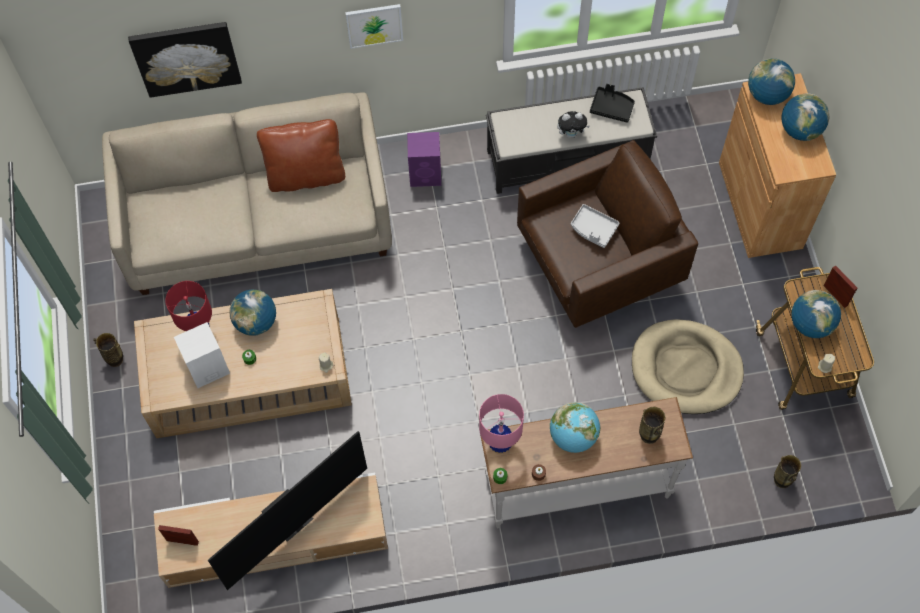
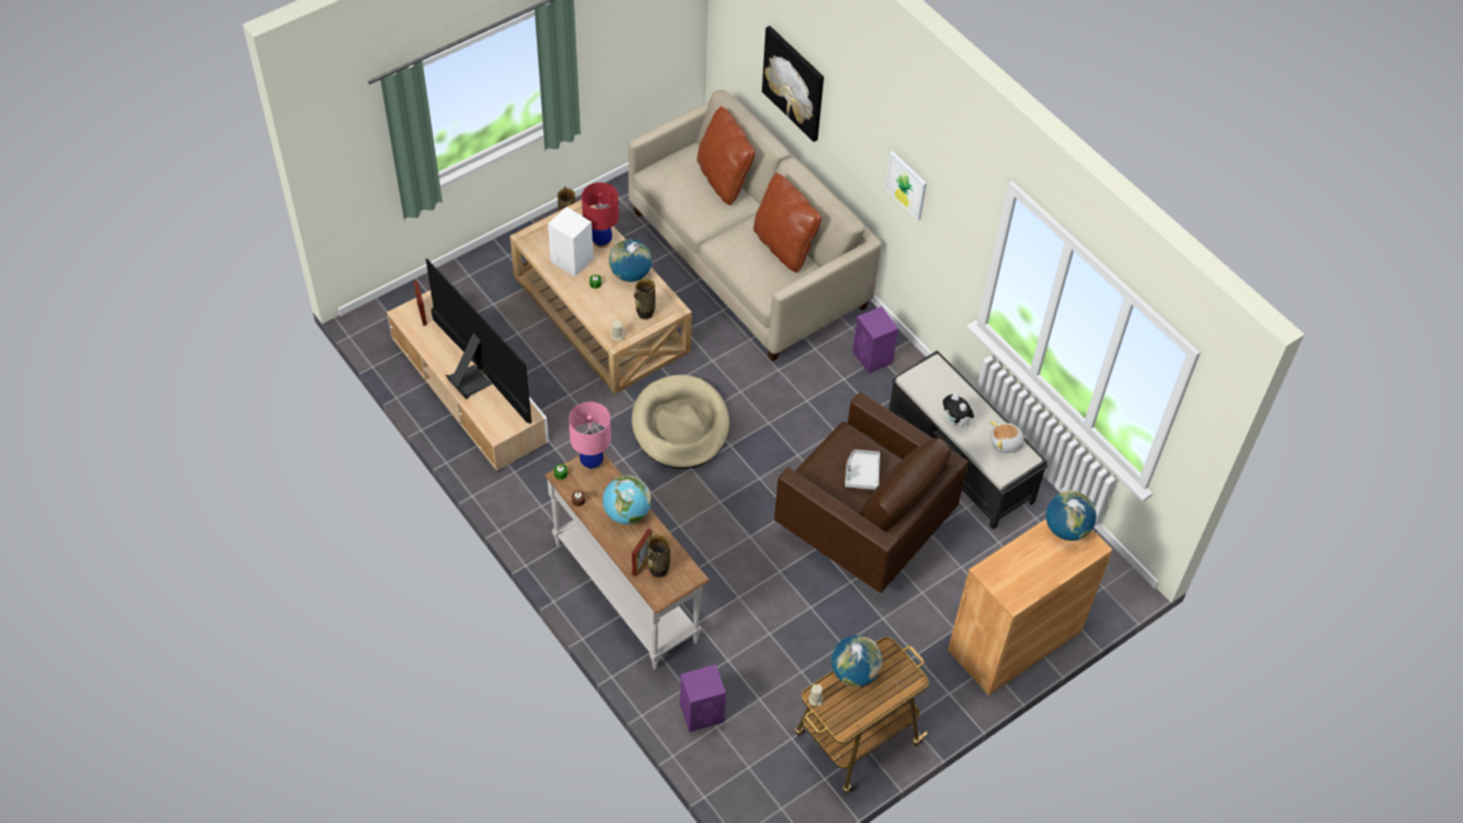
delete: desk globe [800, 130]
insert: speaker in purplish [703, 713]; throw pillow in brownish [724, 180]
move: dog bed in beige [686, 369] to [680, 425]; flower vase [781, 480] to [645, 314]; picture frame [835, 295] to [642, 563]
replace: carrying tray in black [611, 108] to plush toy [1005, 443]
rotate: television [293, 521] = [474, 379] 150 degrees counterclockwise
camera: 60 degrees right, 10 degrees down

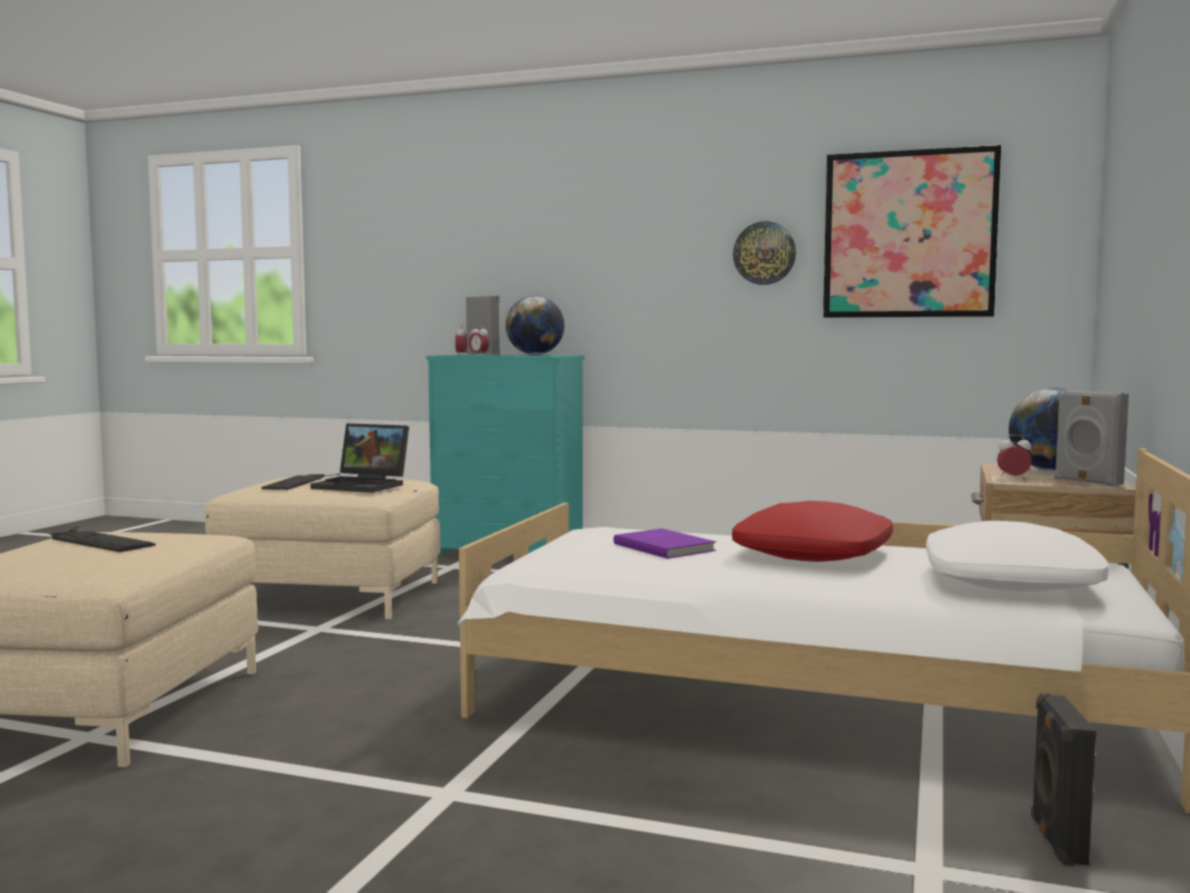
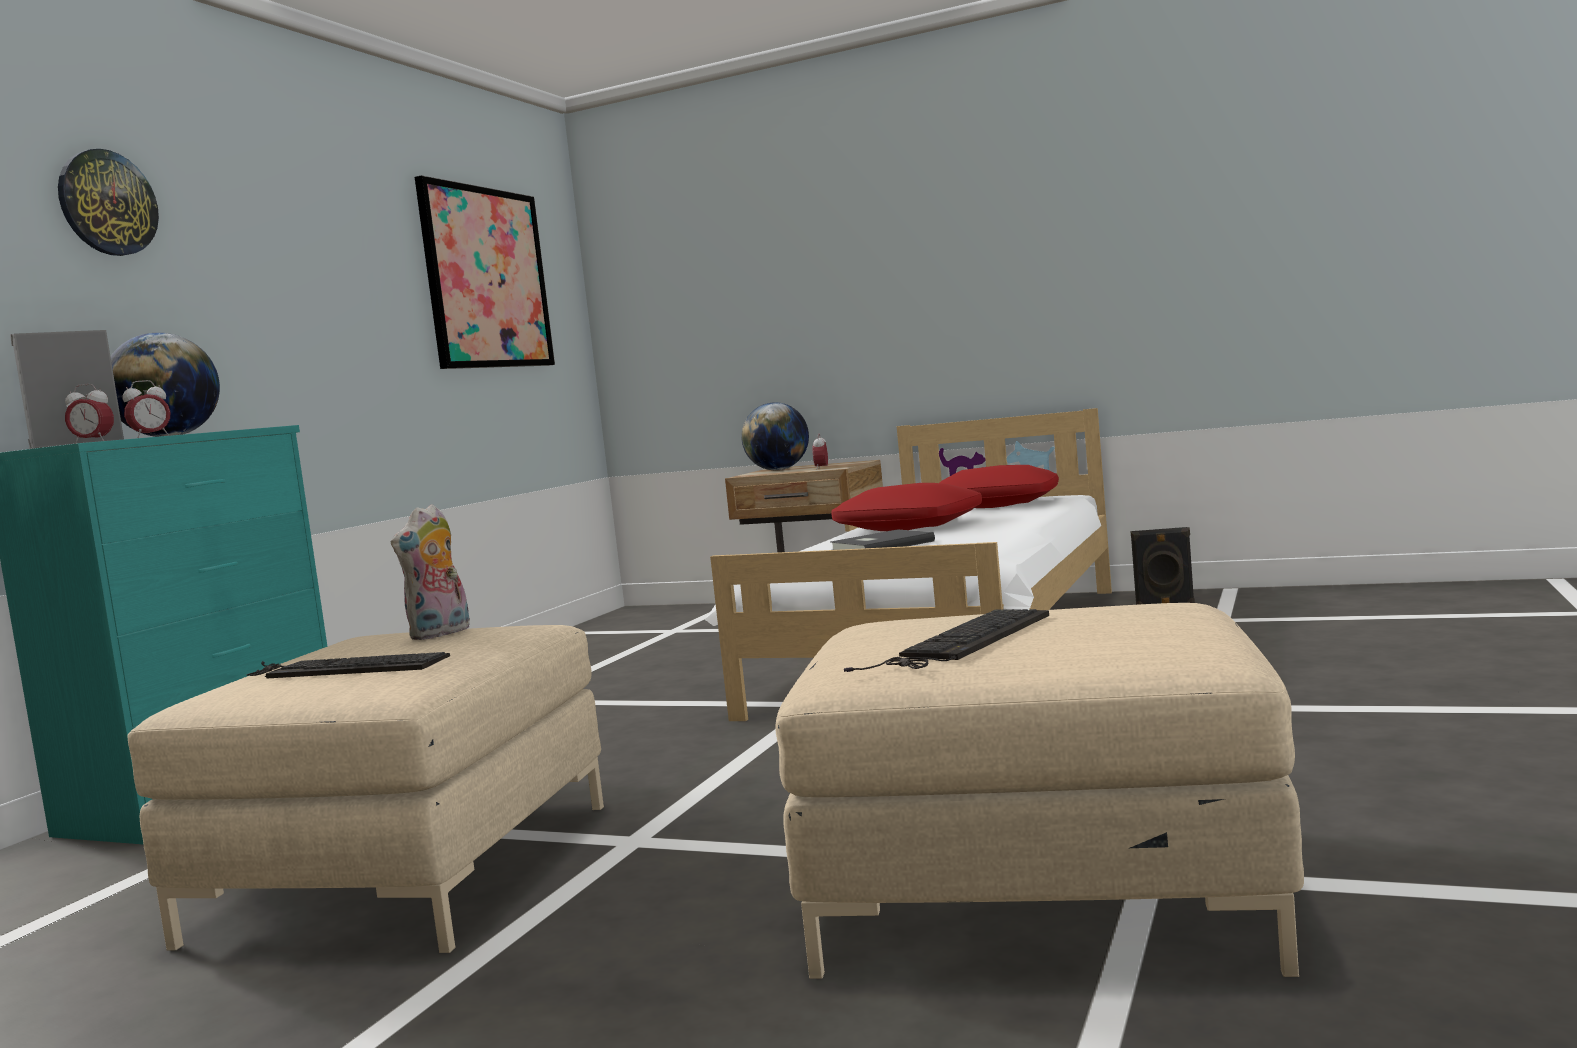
delete: speaker in gray [1086, 482]
move: clock on the wall [764, 253] to [107, 203]
replace: laptop [364, 485] to plush toy [441, 634]
recolor: bound book in purplish [665, 546] to bound book in gray [880, 546]; throw pillow in whitish [1012, 581] to throw pillow in red-coloured [997, 504]
camera: 85 degrees left, 0 degrees up

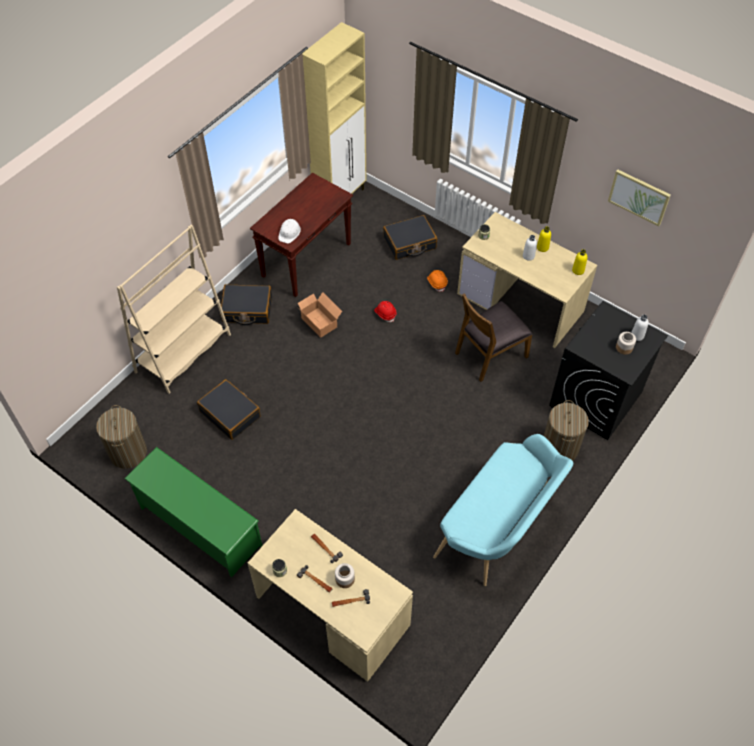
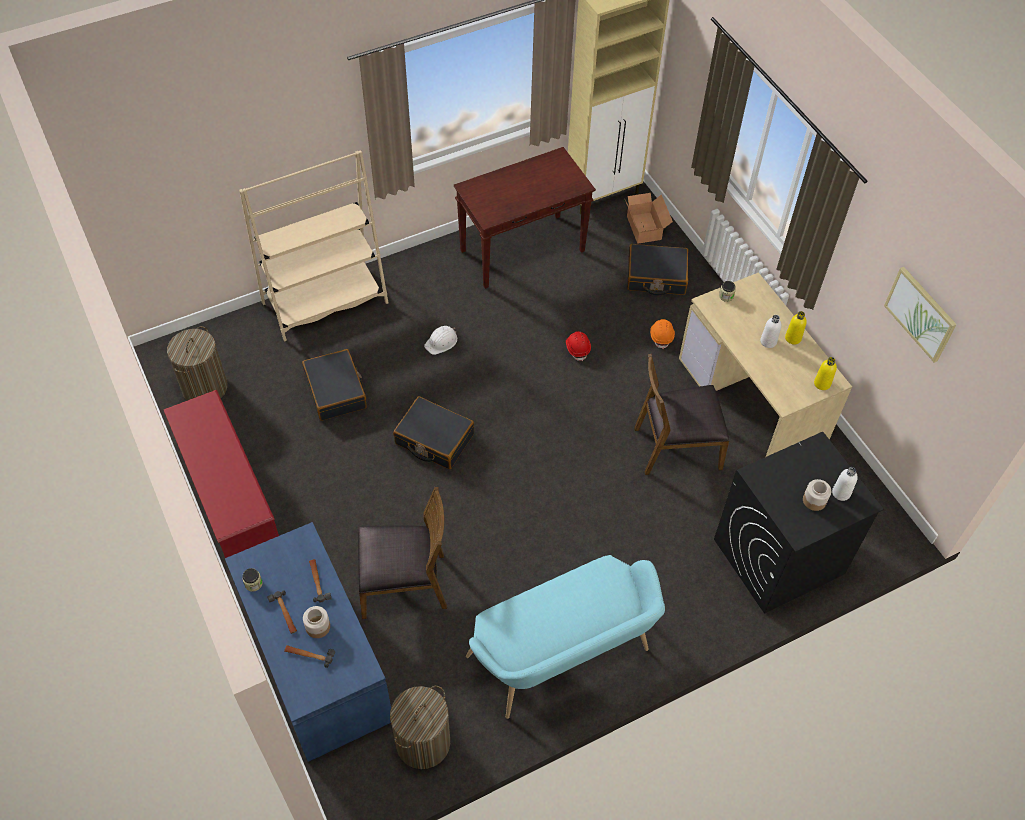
insert: chair in brownish [404, 583]
move: piece of luggage in black [247, 309] to [434, 439]; hard hat in whitish [289, 232] to [441, 342]; packing box [320, 321] to [645, 227]; washing basket [560, 448] to [423, 742]
recolor: shoe shelf in green [199, 526] to shoe shelf in red-coloured [231, 501]; desk in beige [331, 611] to desk in blue-coloured [315, 662]
camera: 25 degrees right, 0 degrees up

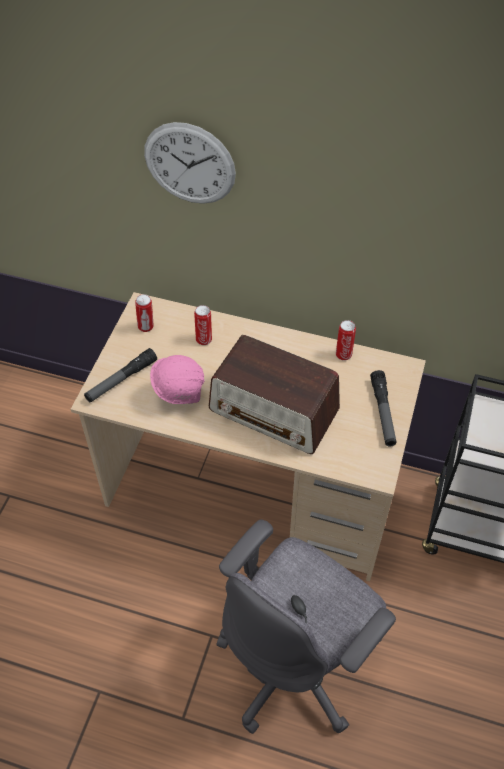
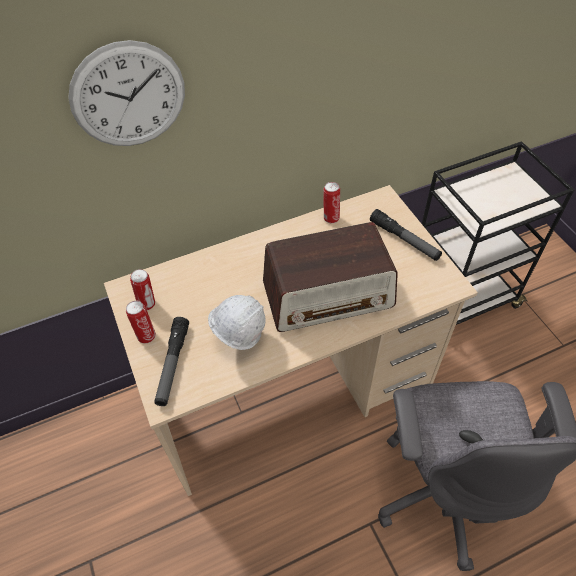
move: metal can [204, 339] to [146, 335]
recolor: hard hat in pinkish [180, 395] to hard hat in whitish [239, 338]
camera: 40 degrees left, 0 degrees up

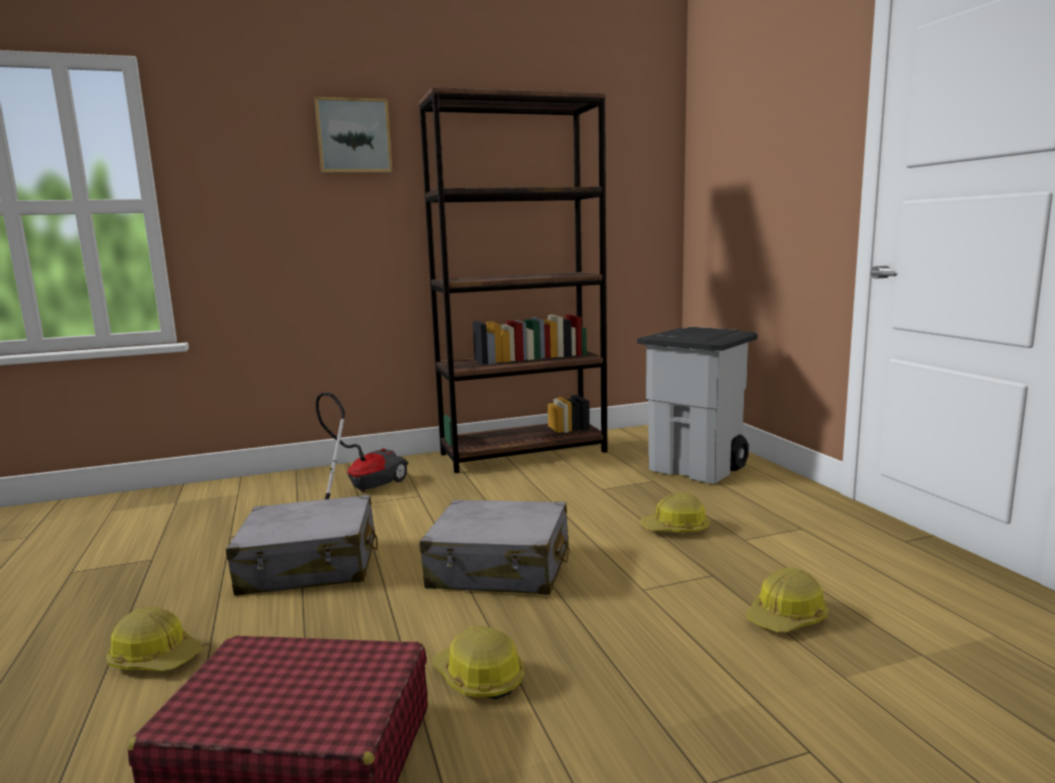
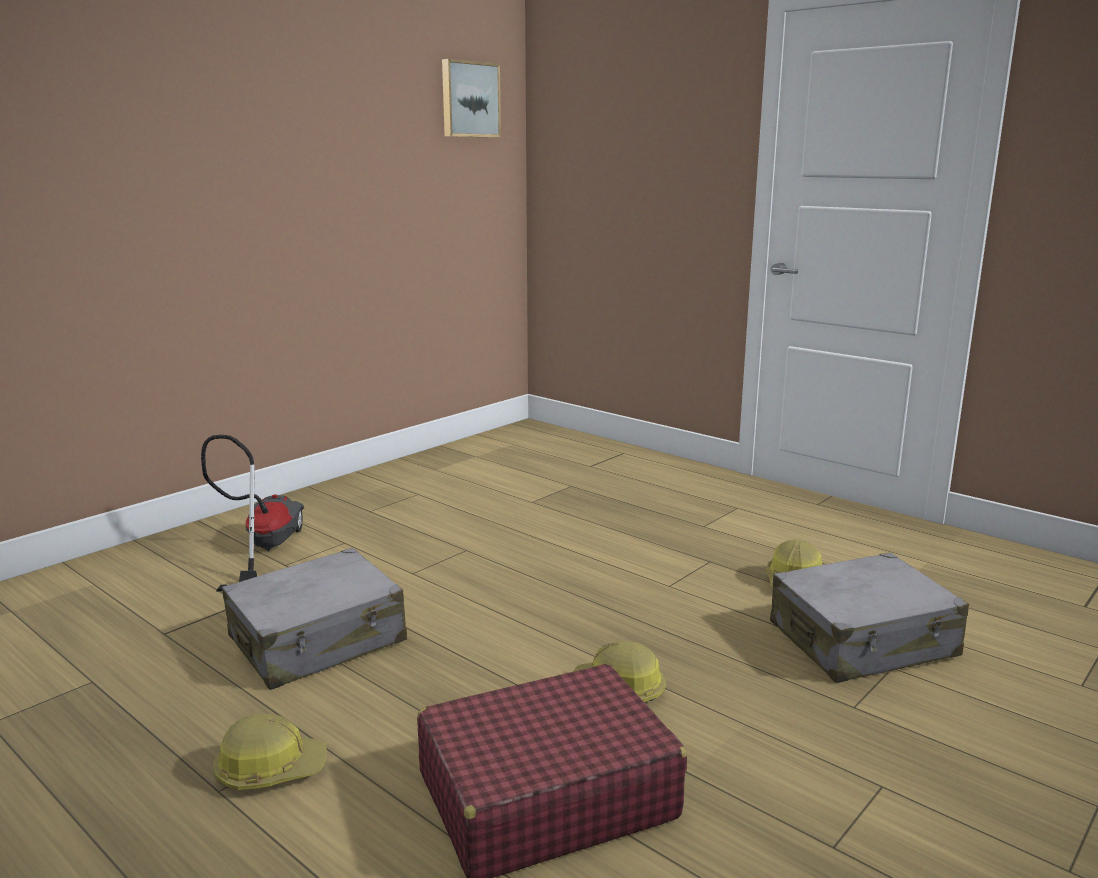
delete: shelving unit in brownish [523, 453]; trash can in gray [698, 468]; hard hat [676, 528]
move: wall art [353, 136] to [469, 99]; piece of luggage in gray [500, 568] to [863, 640]
camera: 30 degrees left, 5 degrees up

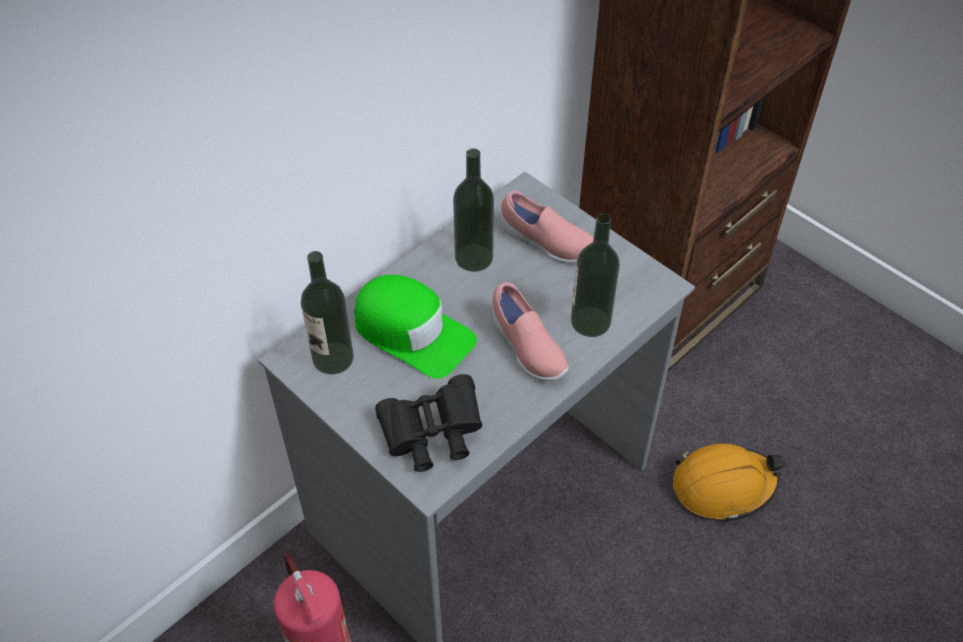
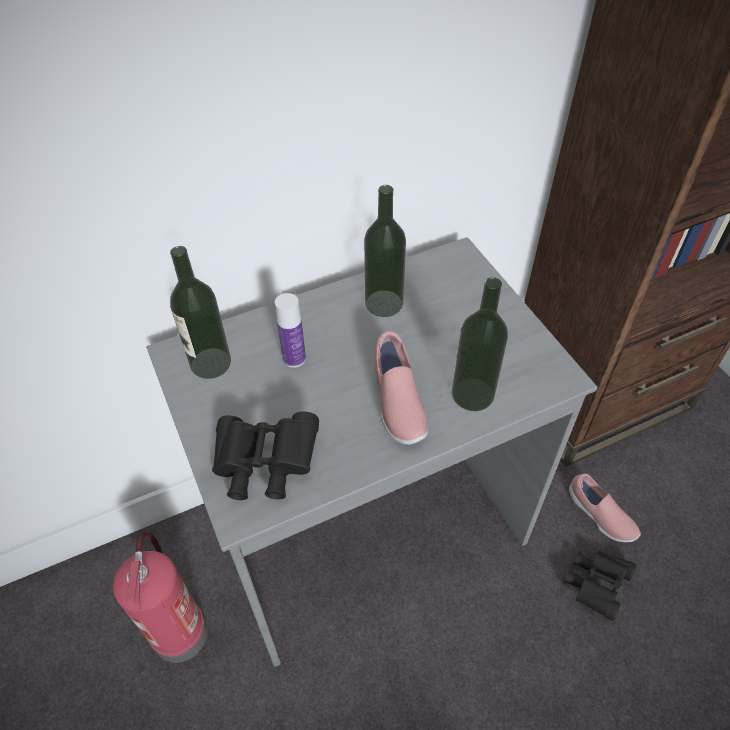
move: low shoe in pinkish [546, 243] to [599, 516]
replace: baseball cap in green [412, 332] to drink bottle [294, 358]; hard hat in orange-coloured [723, 486] to field glasses in black [596, 585]
camera: 20 degrees right, 0 degrees up

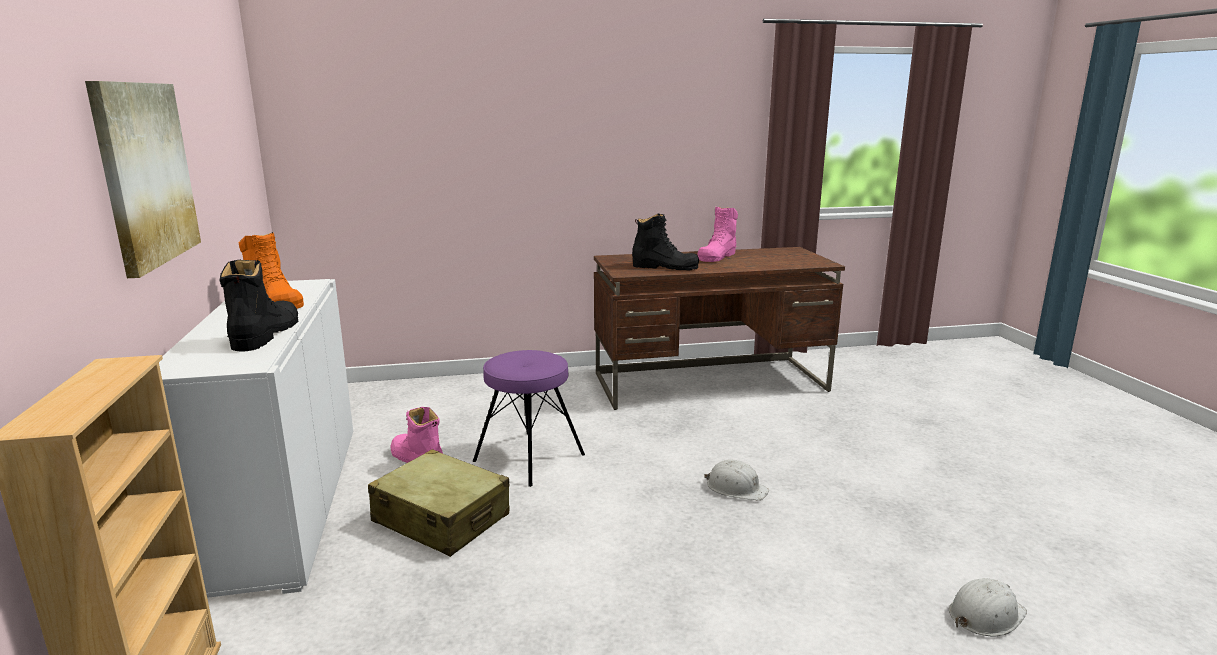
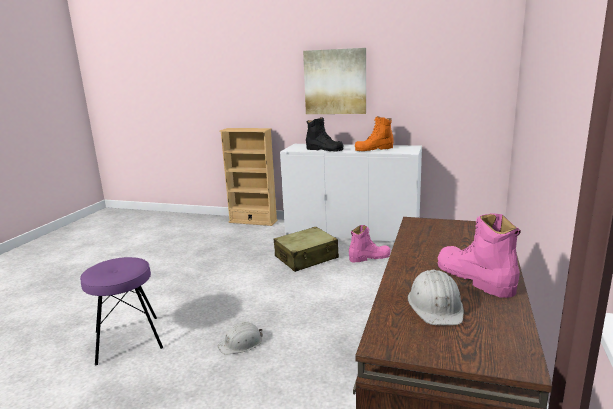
delete: boot in black [665, 267]
move: stool seat in purplish [529, 458] to [128, 339]; hard hat in whitish [985, 614] to [436, 306]
camera: 120 degrees right, 0 degrees up

